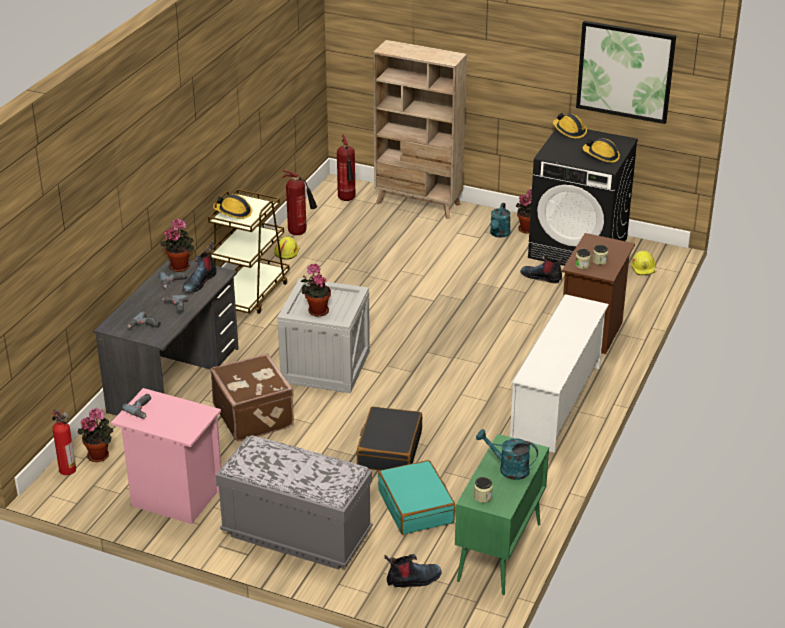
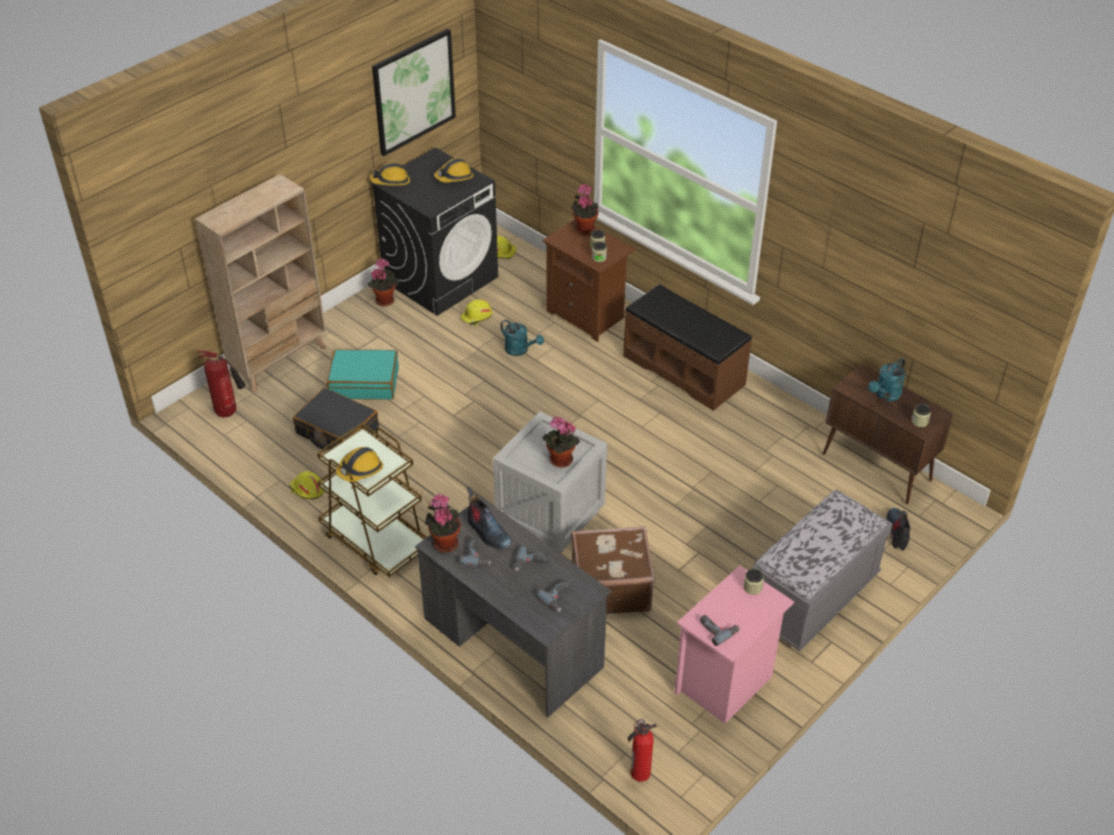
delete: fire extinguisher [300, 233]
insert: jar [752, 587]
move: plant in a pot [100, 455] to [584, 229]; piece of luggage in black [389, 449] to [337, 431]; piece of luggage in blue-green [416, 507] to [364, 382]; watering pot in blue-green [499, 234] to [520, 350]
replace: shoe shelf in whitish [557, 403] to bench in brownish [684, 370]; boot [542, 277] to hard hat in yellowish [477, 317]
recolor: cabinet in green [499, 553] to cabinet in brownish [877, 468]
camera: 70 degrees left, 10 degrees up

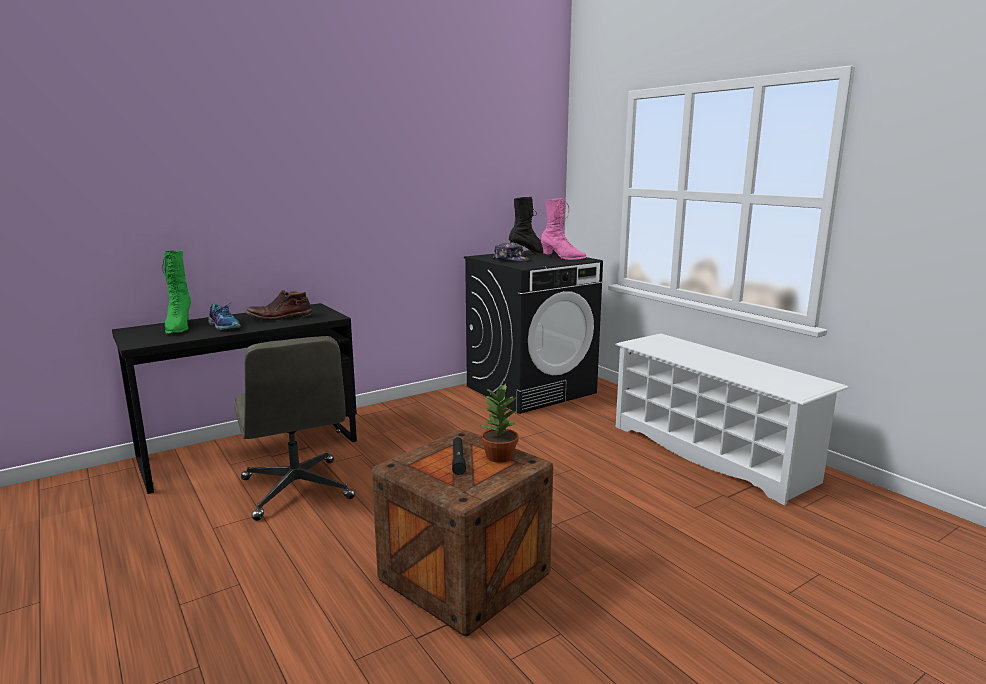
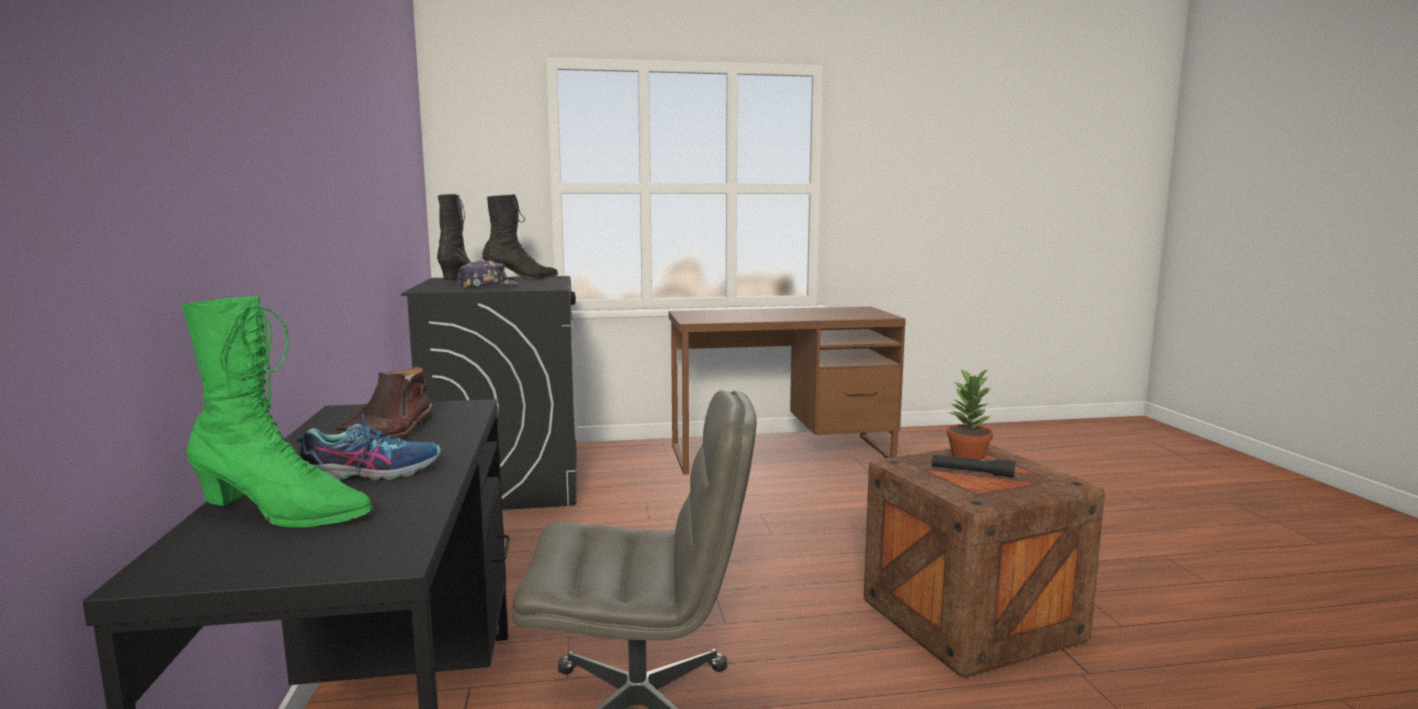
replace: shoe shelf in whitish [711, 453] to desk in brownish [781, 454]
recolor: boot in pinkish [562, 257] to boot in black [522, 279]
camera: 65 degrees left, 5 degrees down

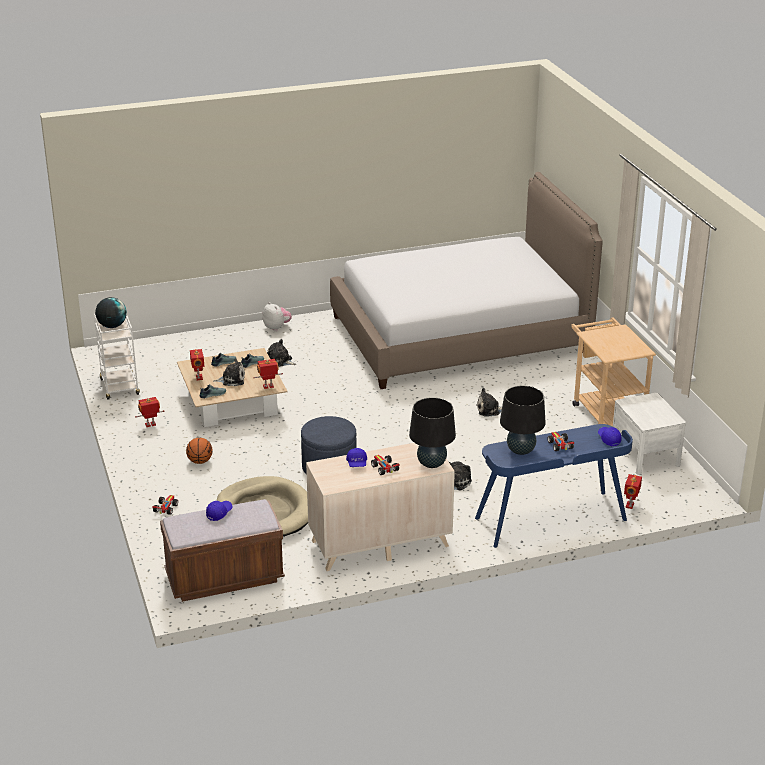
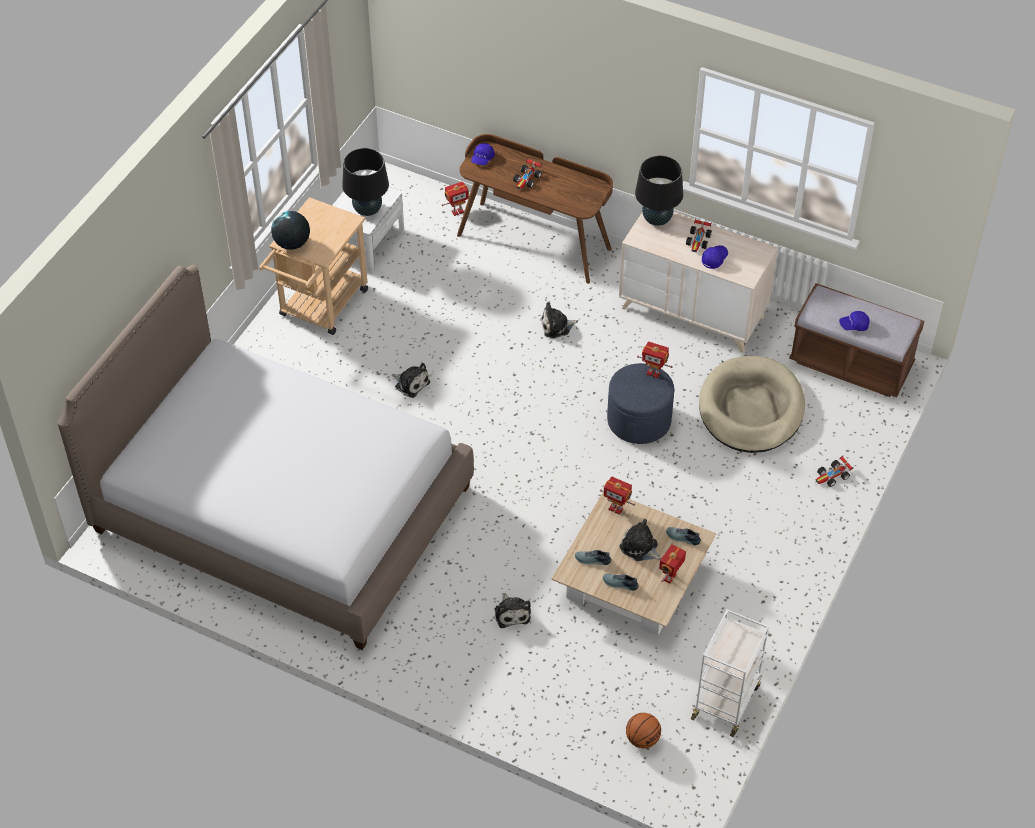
delete: plush toy [277, 327]
move: desk globe [112, 326] to [292, 244]; model robot [150, 425] to [653, 373]; basketball ball [200, 461] to [642, 739]; tabletop lamp in black [521, 451] to [367, 210]
recolor: desk in blue-coloured [551, 520] to desk in brownish [534, 241]
camera: 135 degrees left, 20 degrees up

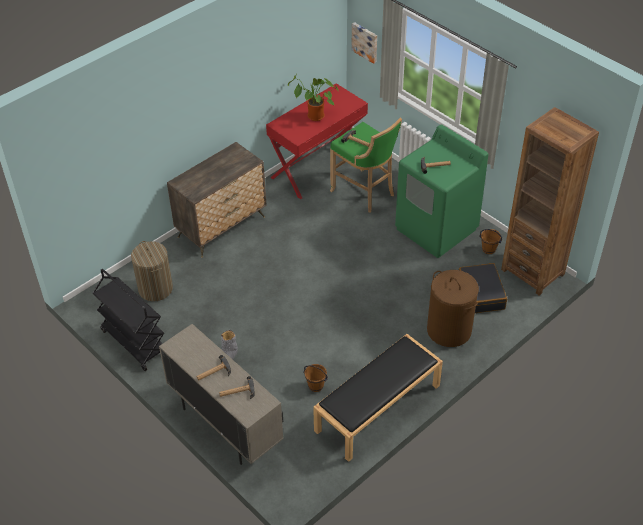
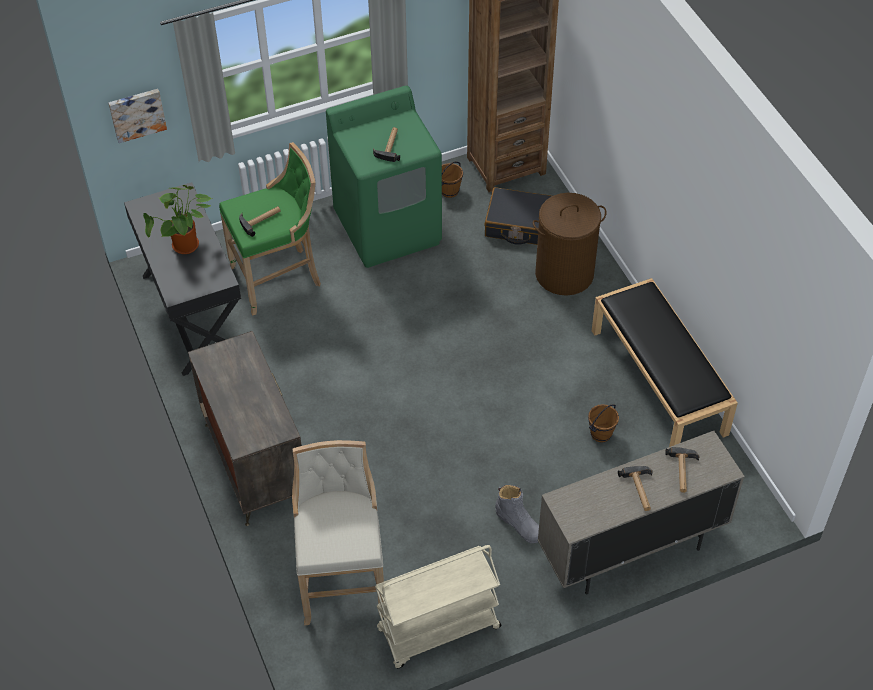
replace: washing basket [155, 289] to stool seat in beige [342, 578]
recolor: wheeled cart in black [134, 342] to wheeled cart in beige [438, 630]; desk in red-coloured [318, 167] to desk in black [194, 314]
camera: 70 degrees left, 5 degrees up

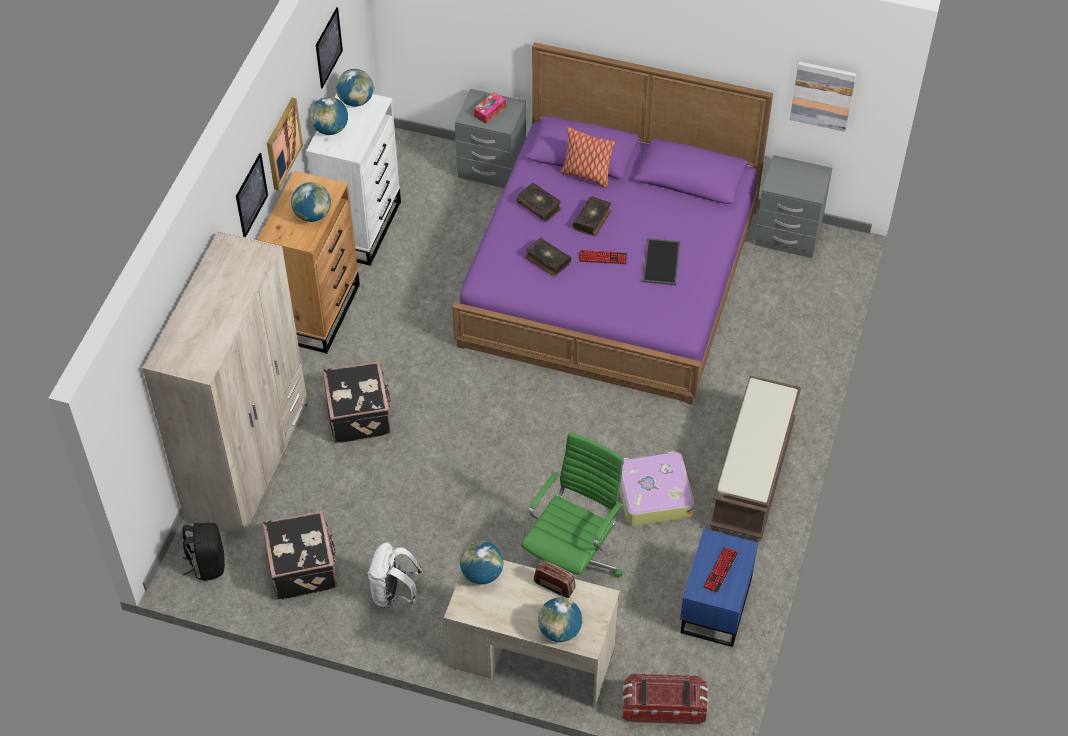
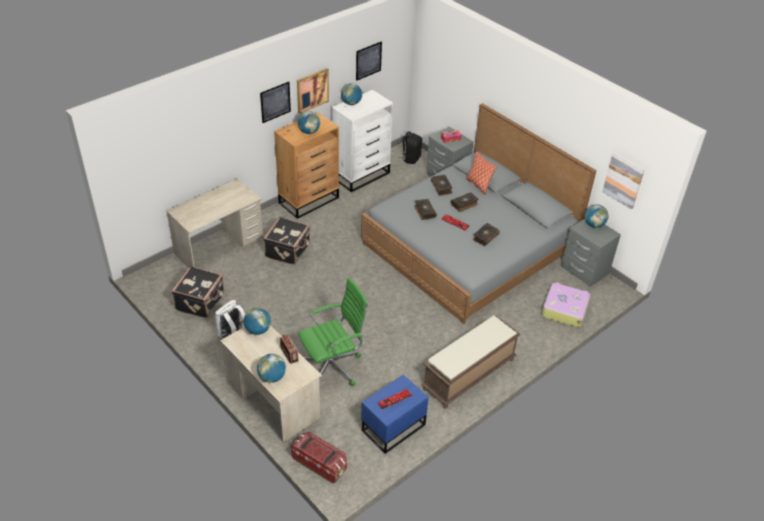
move: knapsack in black [207, 564] to [411, 158]; desk globe [356, 101] to [594, 224]; piece of luggage [653, 495] to [564, 309]
replace: armoire in beige [248, 461] to desk in beige [219, 246]; carrying tray [660, 261] to bound book [485, 237]
recolor: bed in purplish [610, 275] to bed in gray [468, 247]
camera: 30 degrees right, 10 degrees down

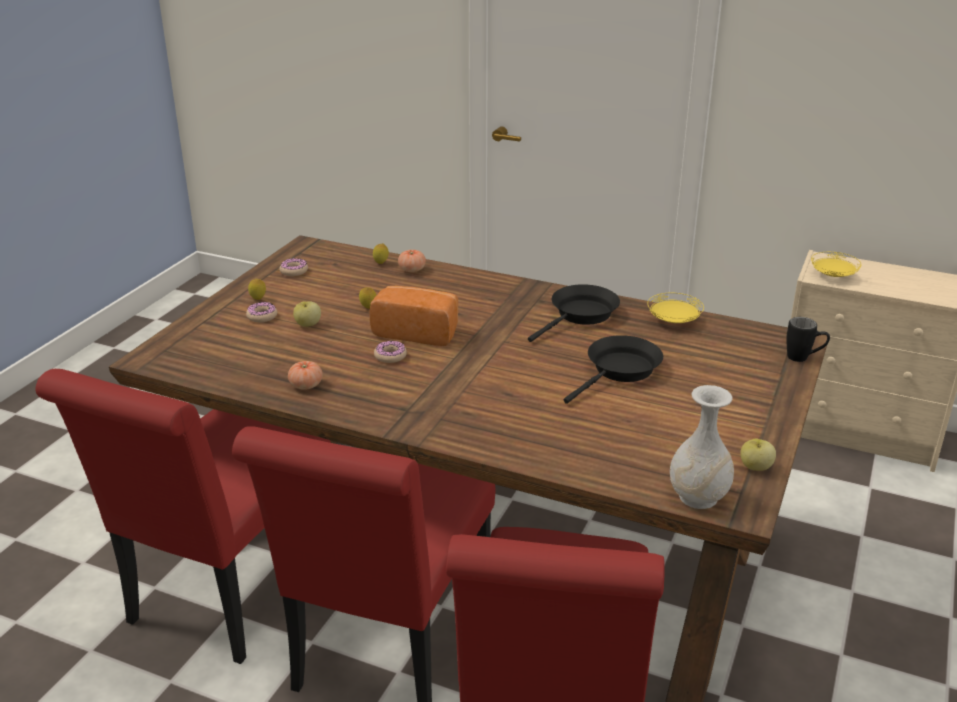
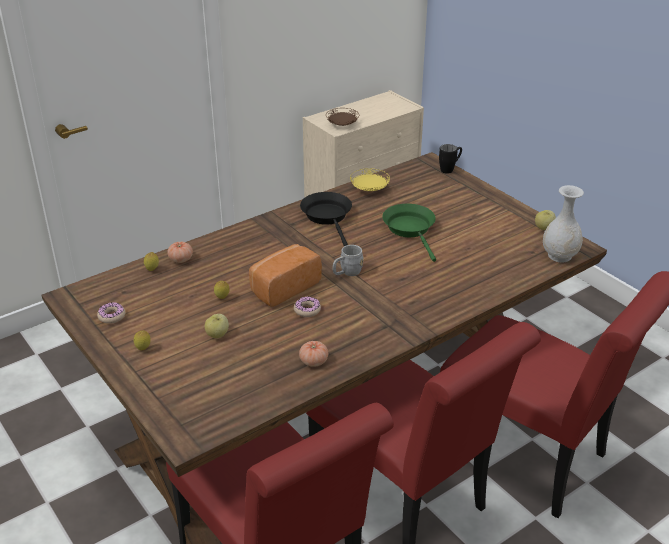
delete: donut [262, 316]
insert: tea mug in gray [347, 273]
recolor: frying pan in black [620, 371] to frying pan in green [410, 229]; flat dish in yellowish [832, 276] to flat dish in brownish [342, 125]
camera: 60 degrees left, 5 degrees up

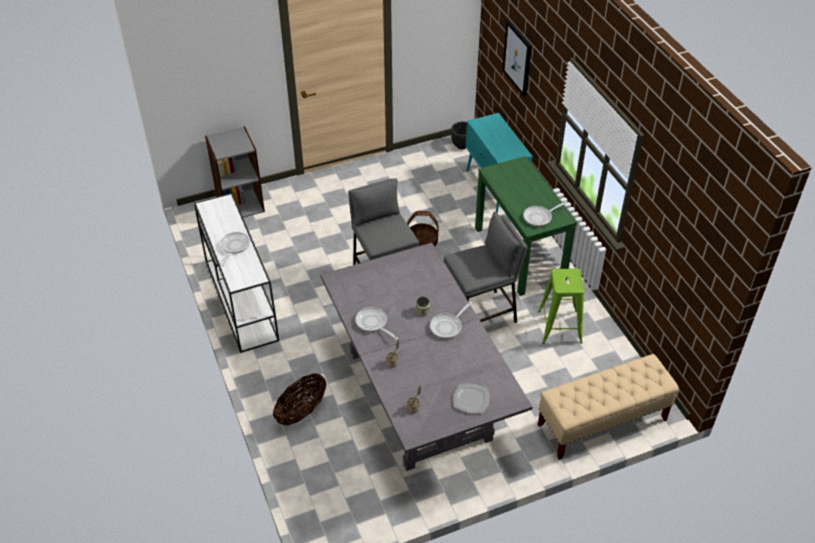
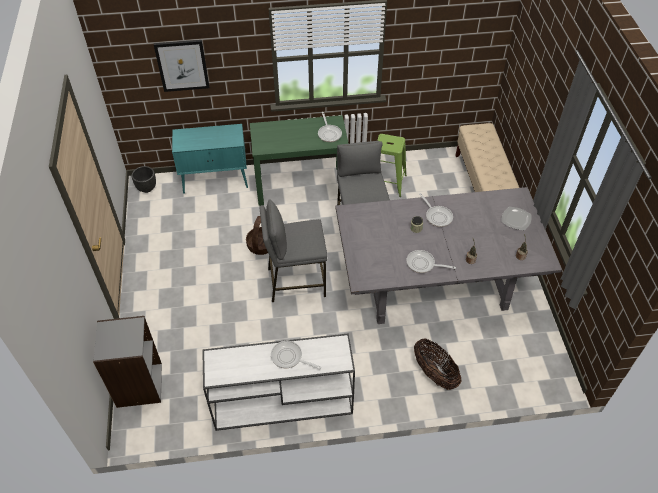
rotate: frying pan [373, 323] = [423, 264] 45 degrees clockwise
camera: 75 degrees left, 5 degrees up

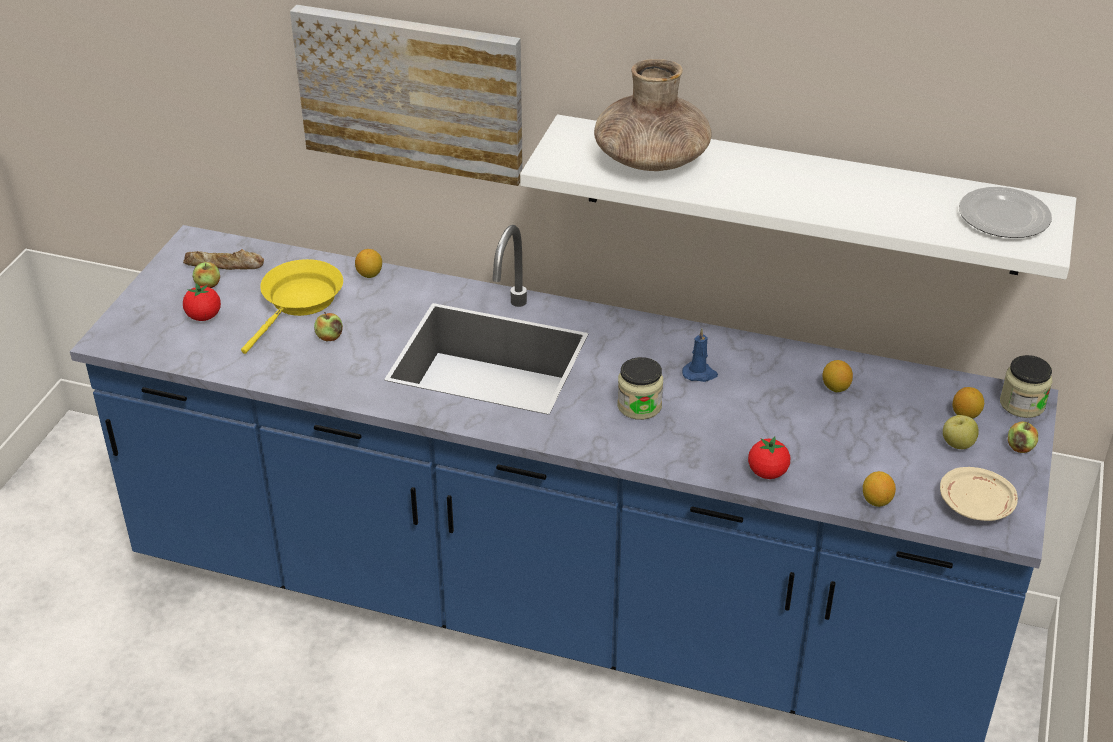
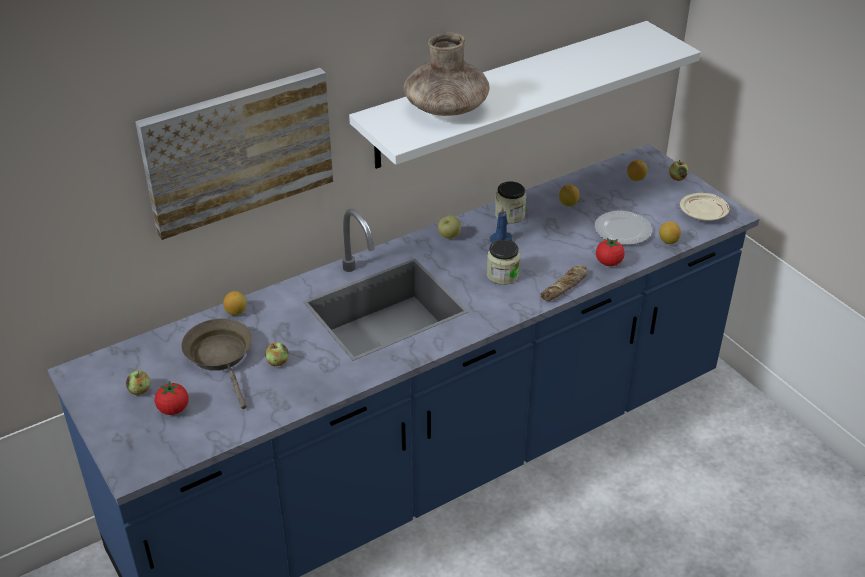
move: baked bread [224, 265] to [565, 287]; apple [957, 444] to [449, 236]; flat dish [1004, 217] to [622, 230]; jar [1022, 404] to [509, 215]
recolor: frying pan in yellowish [299, 302] to frying pan in brownish [221, 357]
camera: 50 degrees left, 0 degrees up

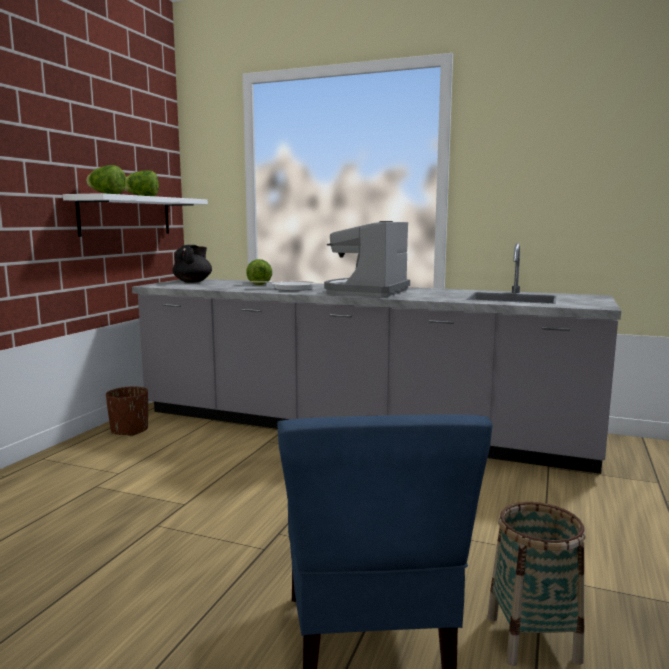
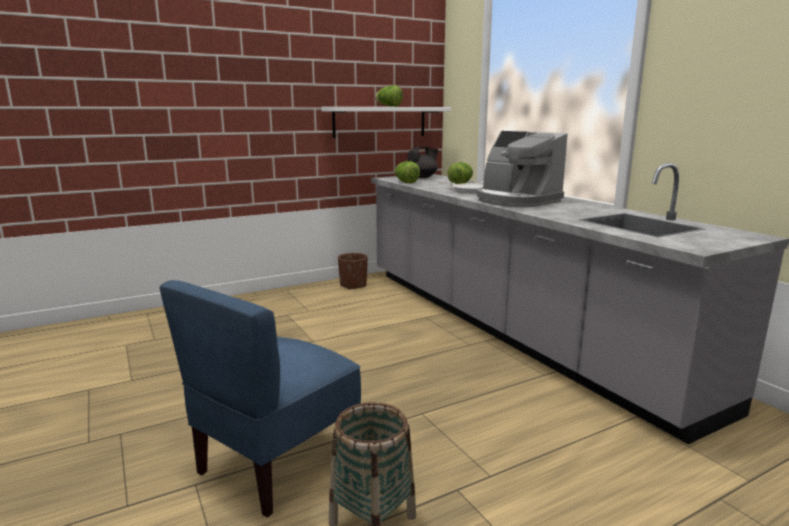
move: lettuce head [107, 194] to [405, 182]
rotate: coffee maker [366, 292] = [516, 201] 105 degrees counterclockwise
camera: 40 degrees right, 5 degrees up

